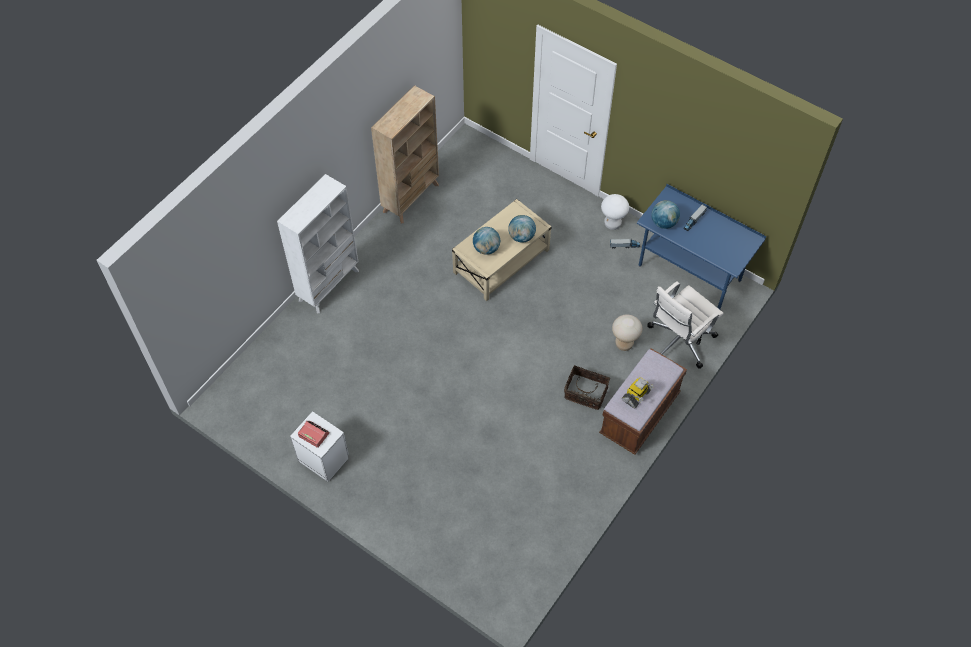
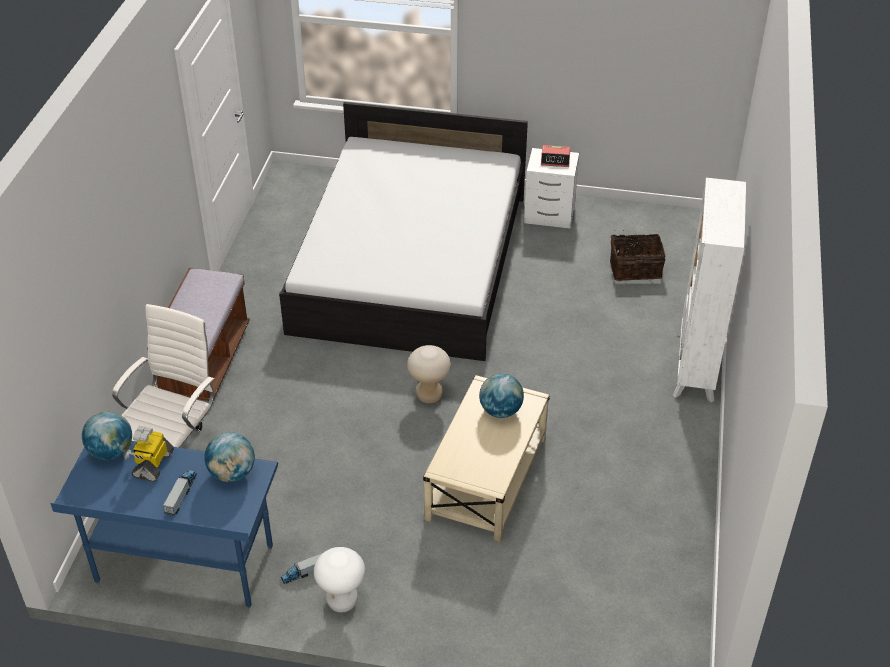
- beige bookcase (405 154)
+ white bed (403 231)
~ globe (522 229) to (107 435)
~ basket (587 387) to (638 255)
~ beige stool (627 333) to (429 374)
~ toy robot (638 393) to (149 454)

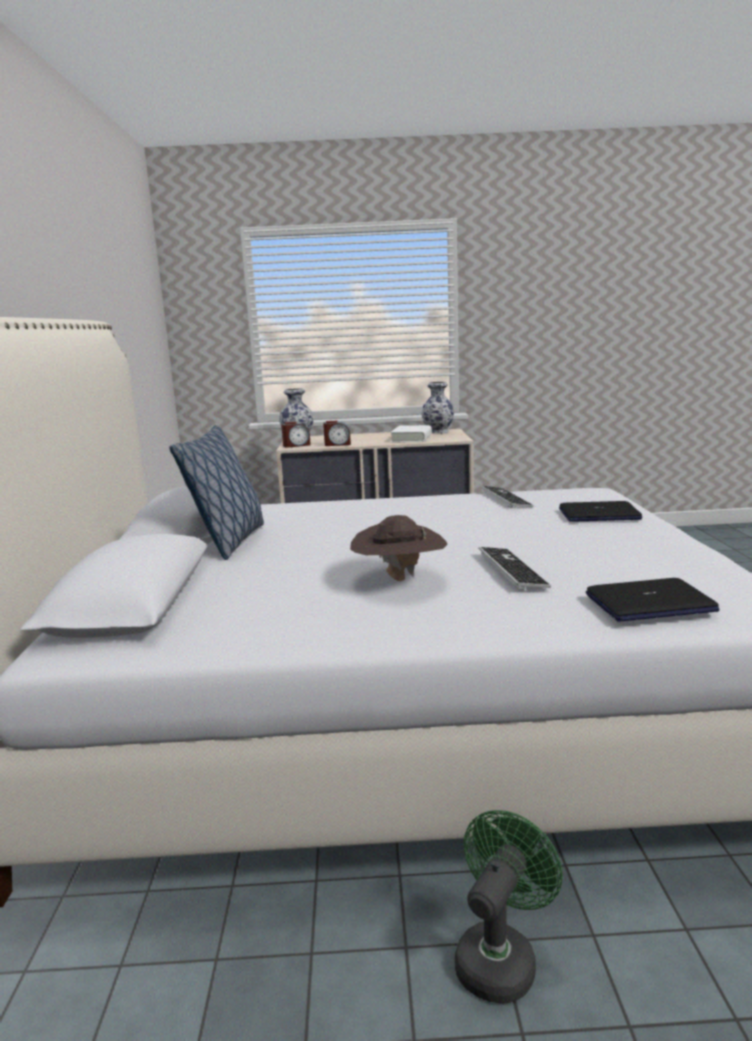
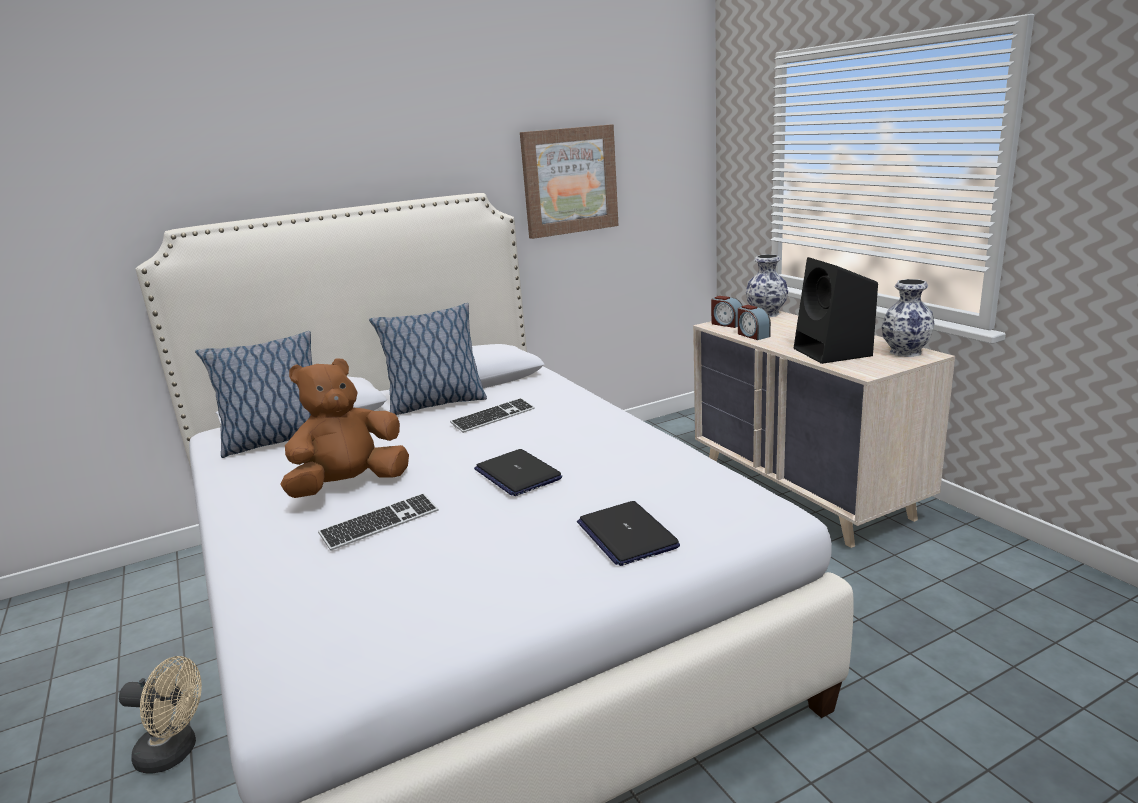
+ pillow (253 394)
+ picture (569 181)
~ keyboard (507 497) to (492 415)
~ laptop (653 600) to (518 472)
~ brown hat (399 548) to brown plush toy (344 428)
~ white book (411 433) to black speaker (836 310)
~ green fan (509 907) to beige fan (160 715)

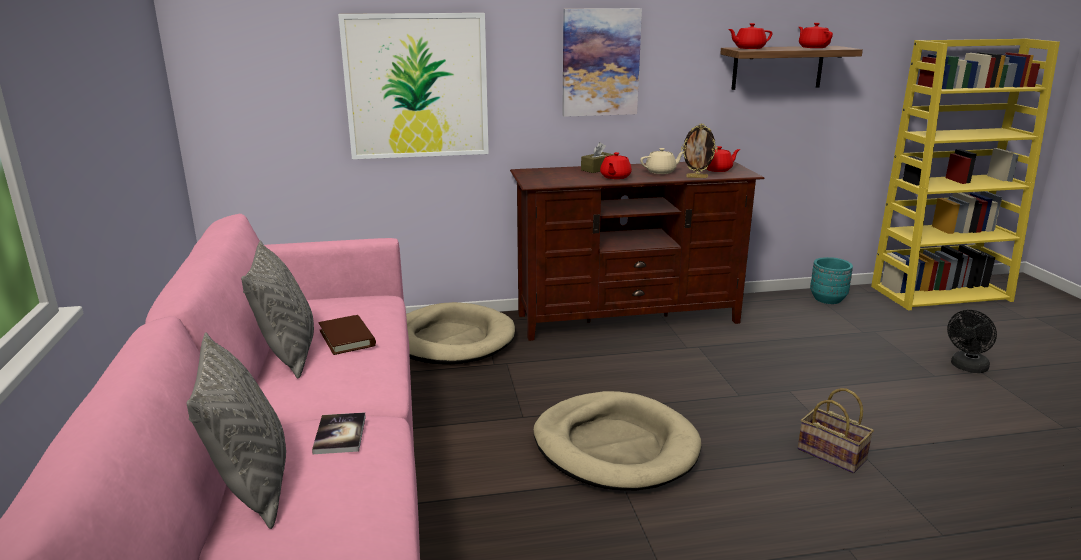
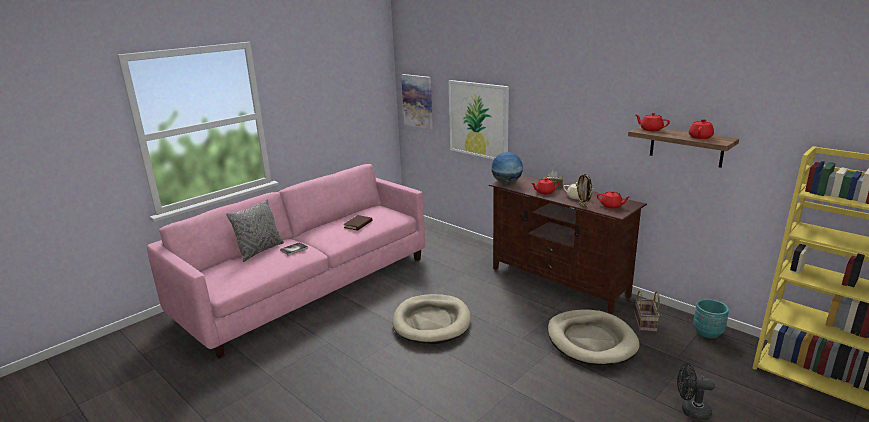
- grey pillow (277 309)
+ globe (507 168)
~ beige dog bed (460 333) to (594 337)
~ picture (602 62) to (417 101)
~ basket (836 430) to (647 311)

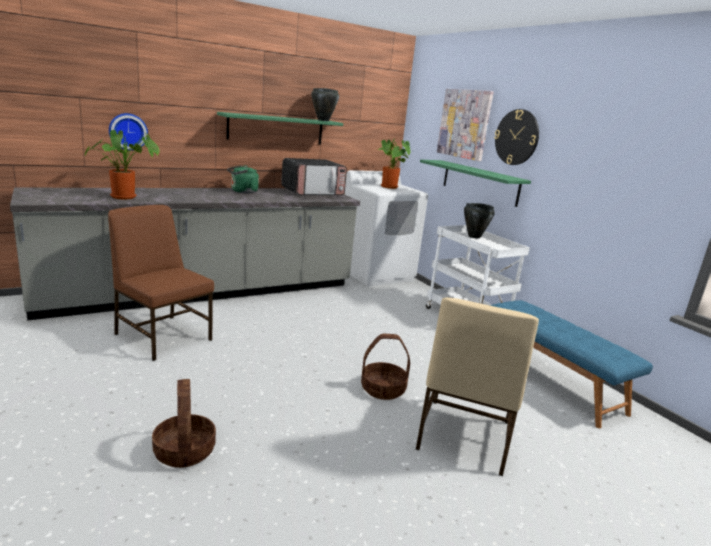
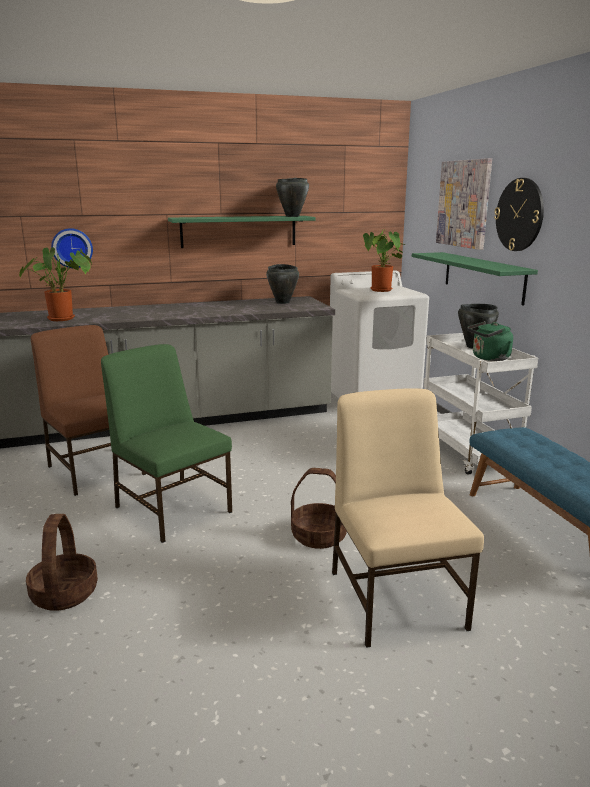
+ green chair (166 443)
~ green kettle (243 179) to (490 341)
~ microwave (314 176) to black cooking pot (282 284)
~ beige chair (477 387) = (408 518) 135 degrees clockwise

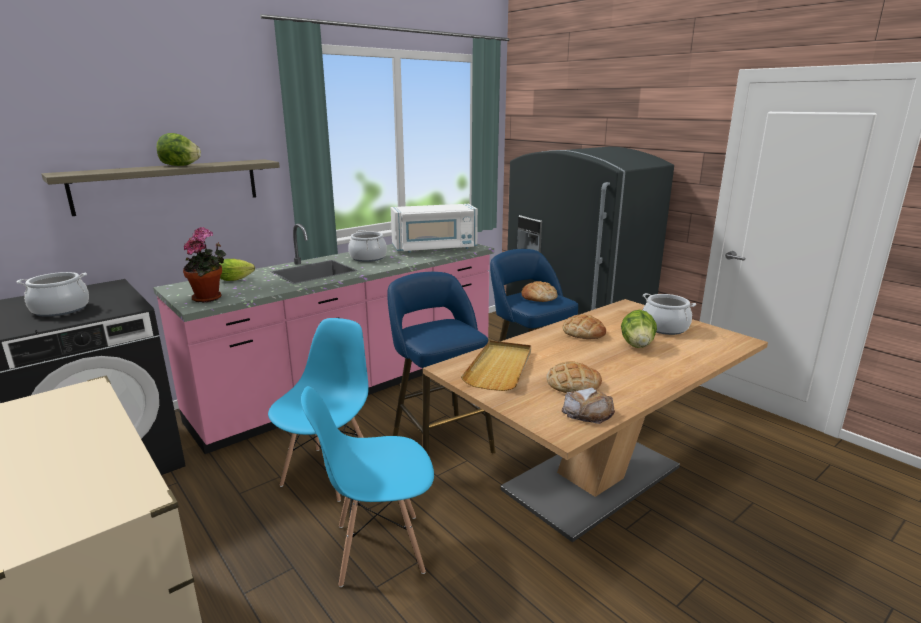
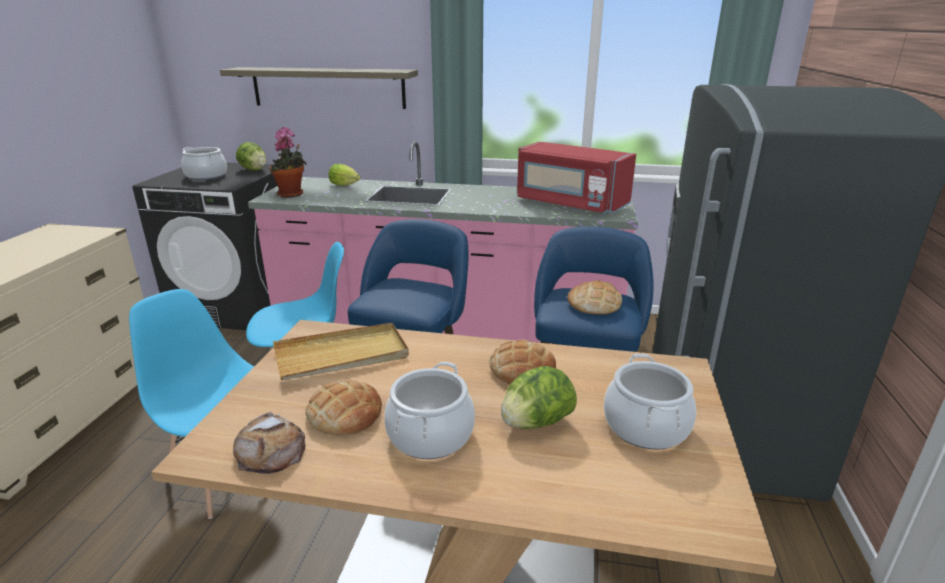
~ lettuce (179 149) to (251 156)
~ cooking pot (367 246) to (429 410)
~ white microwave (434 228) to red microwave (576 178)

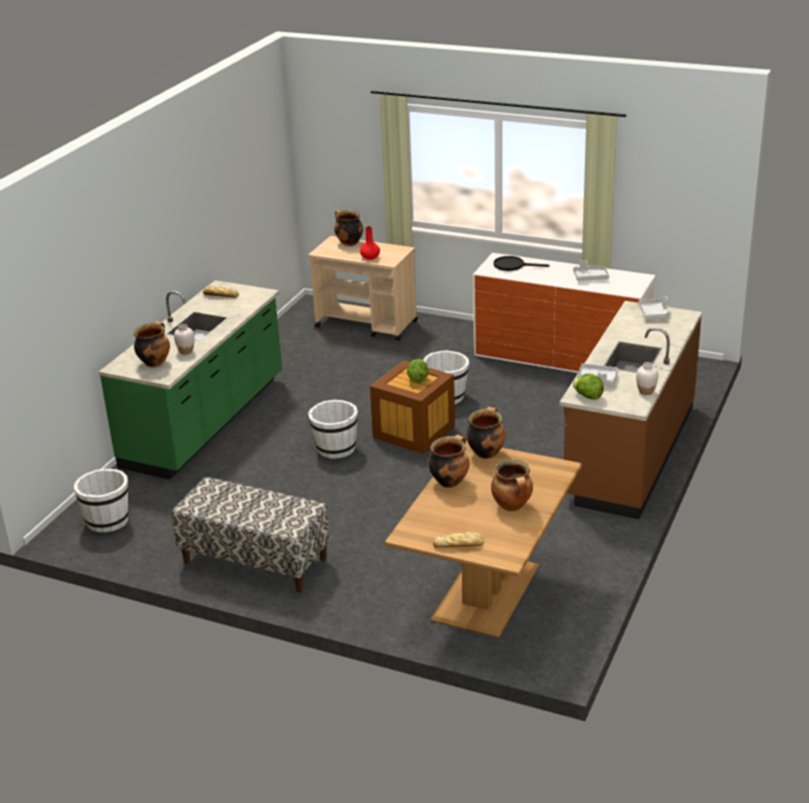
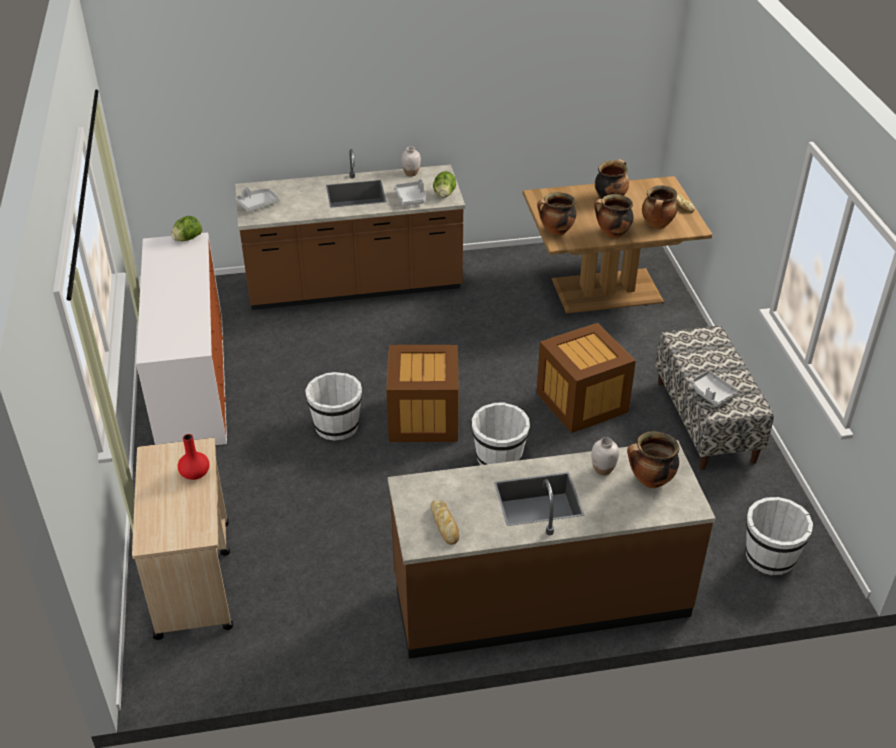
- black frying pan (522 263)
+ crate (586 378)
~ cooking pot (348 228) to (659 207)
~ lettuce (418 371) to (186 228)
~ grey tray (591 271) to (715 388)
~ green counter (190 380) to brown counter (552 549)

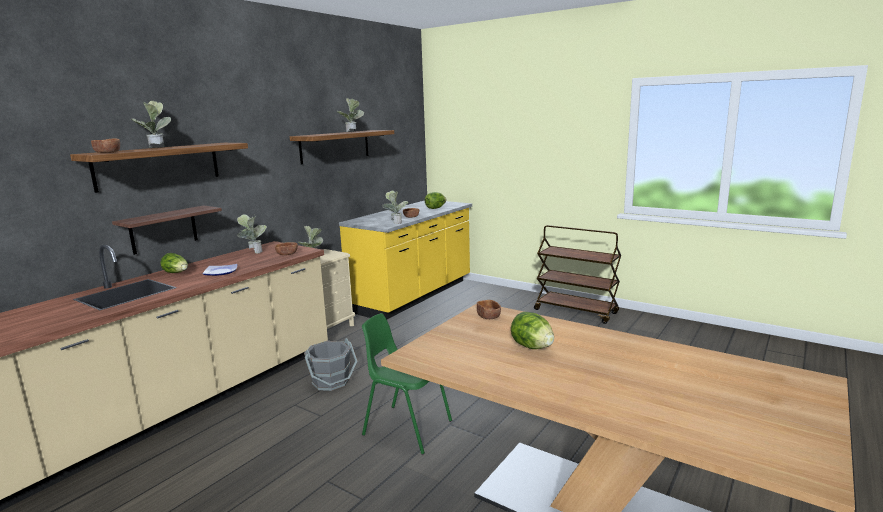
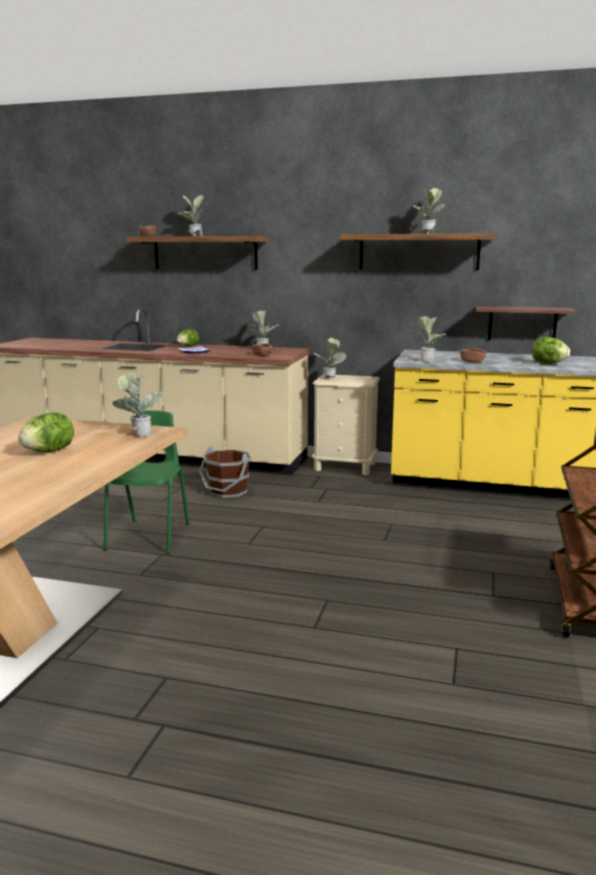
~ shelf (167 230) to (526 323)
~ brown bowl (489 309) to potted plant (137 404)
~ grey bucket (331 364) to brown bucket (225 472)

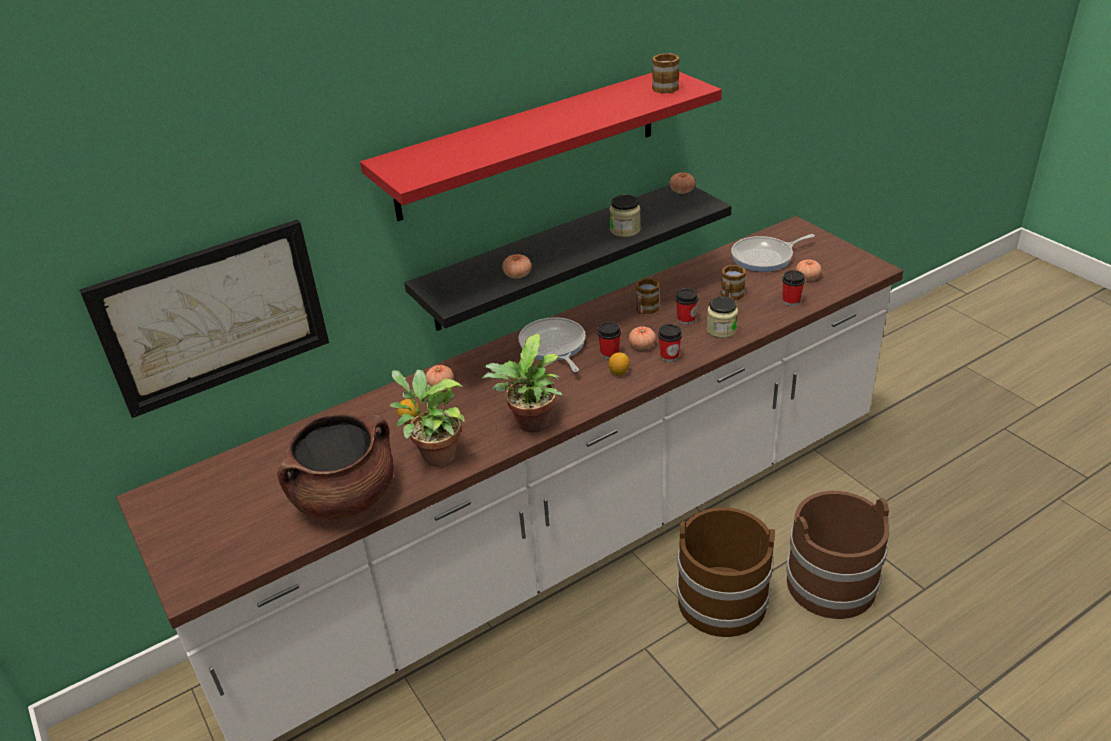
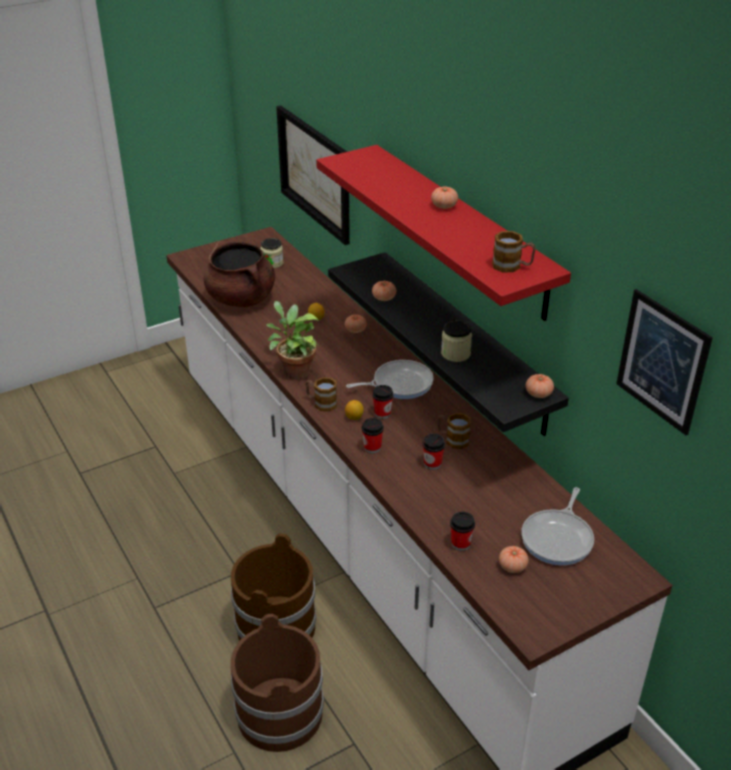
- potted plant (427 417)
+ picture (664 362)
~ tomato (642 338) to (444 198)
~ jar (722 317) to (272 253)
~ mug (733 282) to (321 394)
~ frying pan (773 253) = (557 526) 135 degrees counterclockwise

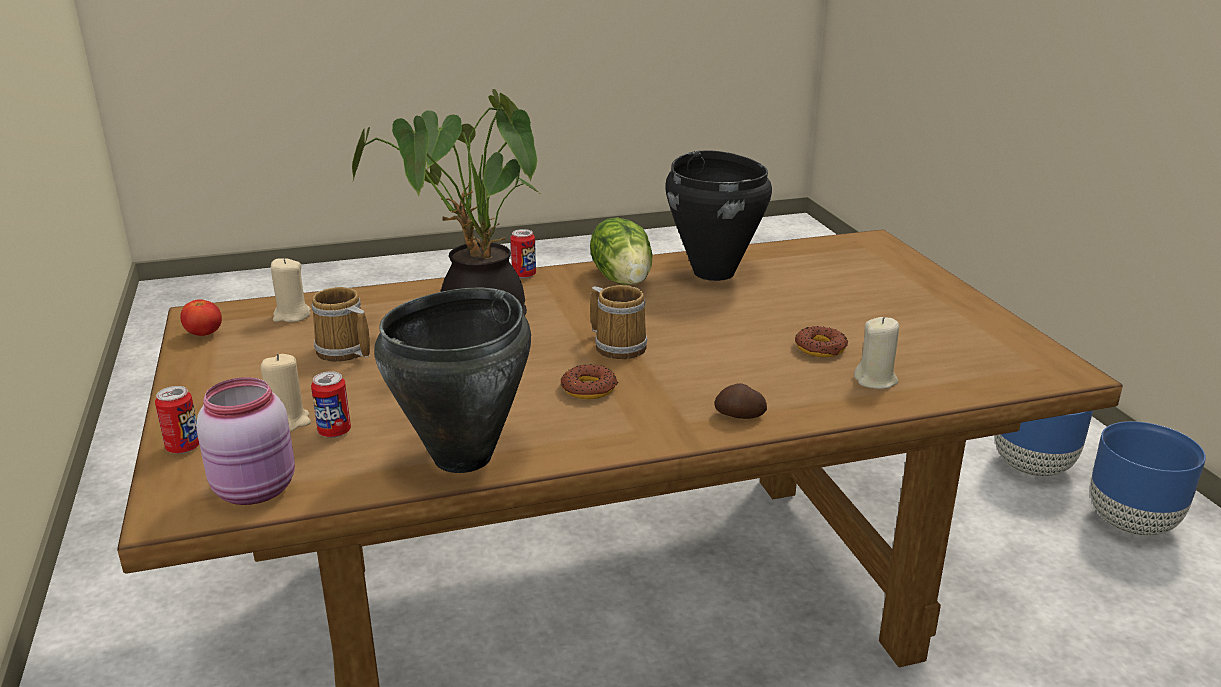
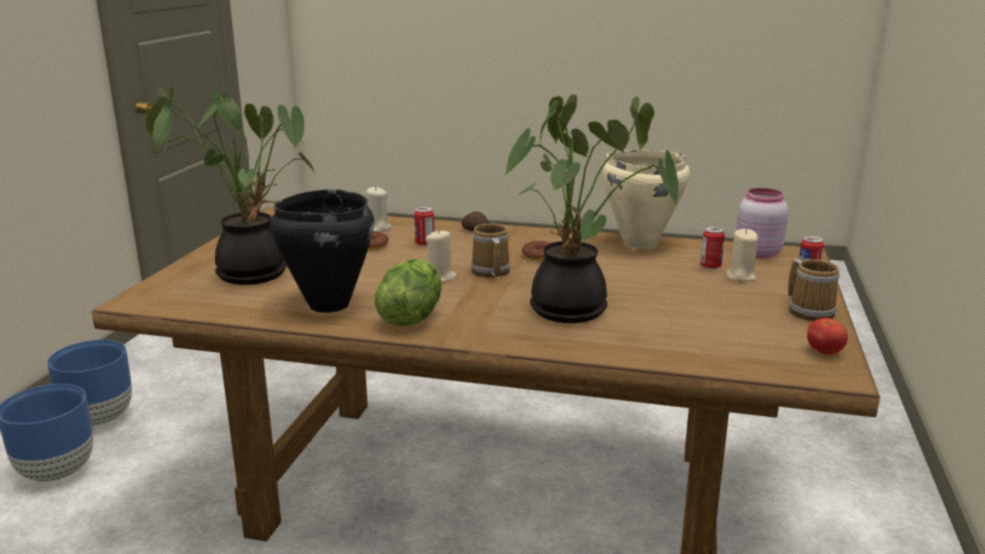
+ potted plant (229 185)
~ beige candle (291 290) to (441 255)
~ mug (340 324) to (814 290)
~ can (523 254) to (424 226)
~ black cooking pot (452 380) to beige cooking pot (645 199)

